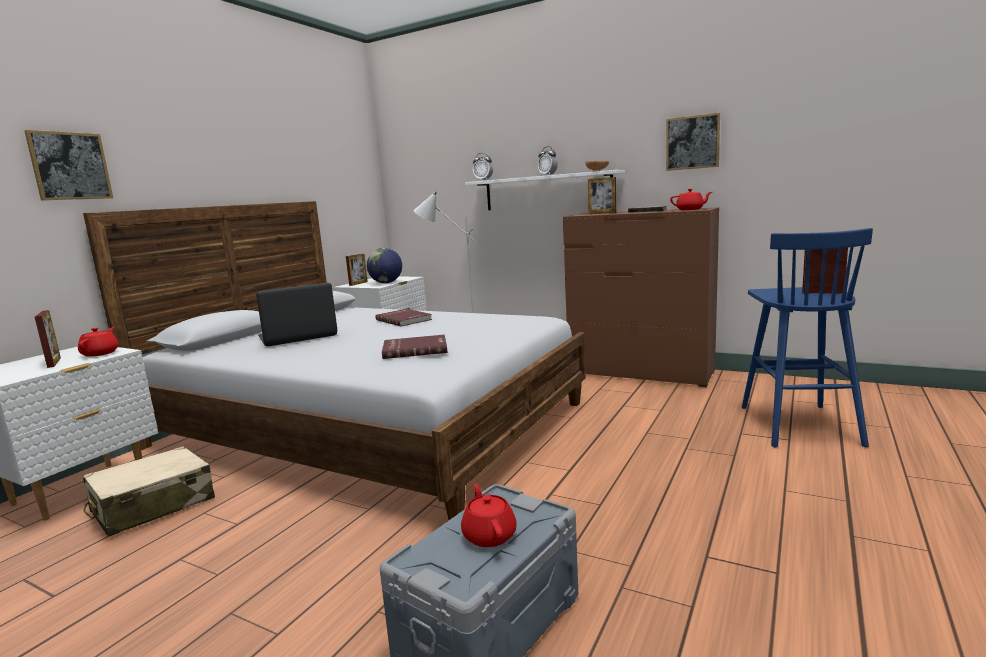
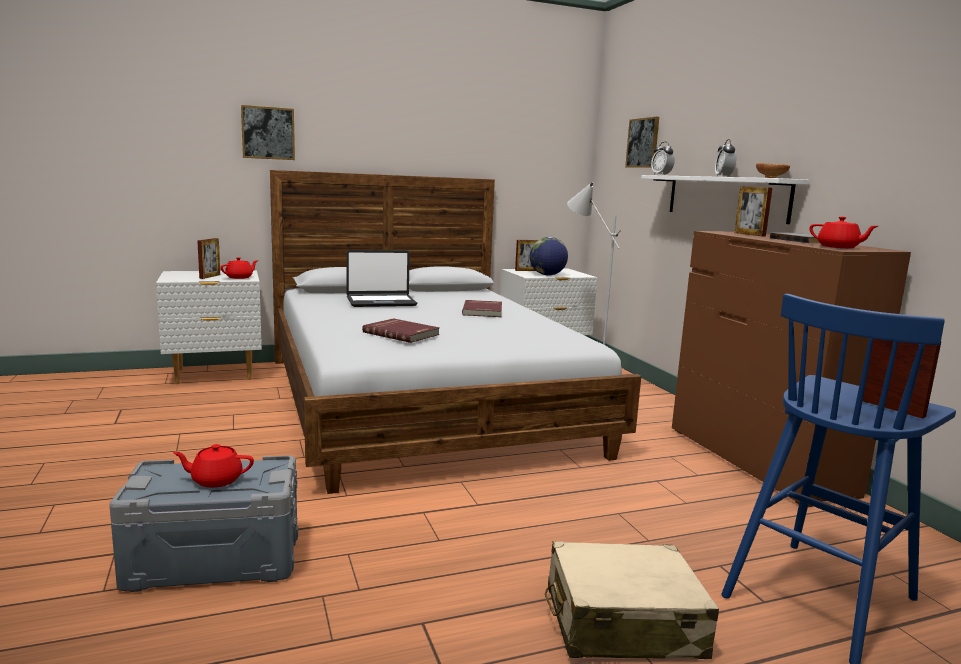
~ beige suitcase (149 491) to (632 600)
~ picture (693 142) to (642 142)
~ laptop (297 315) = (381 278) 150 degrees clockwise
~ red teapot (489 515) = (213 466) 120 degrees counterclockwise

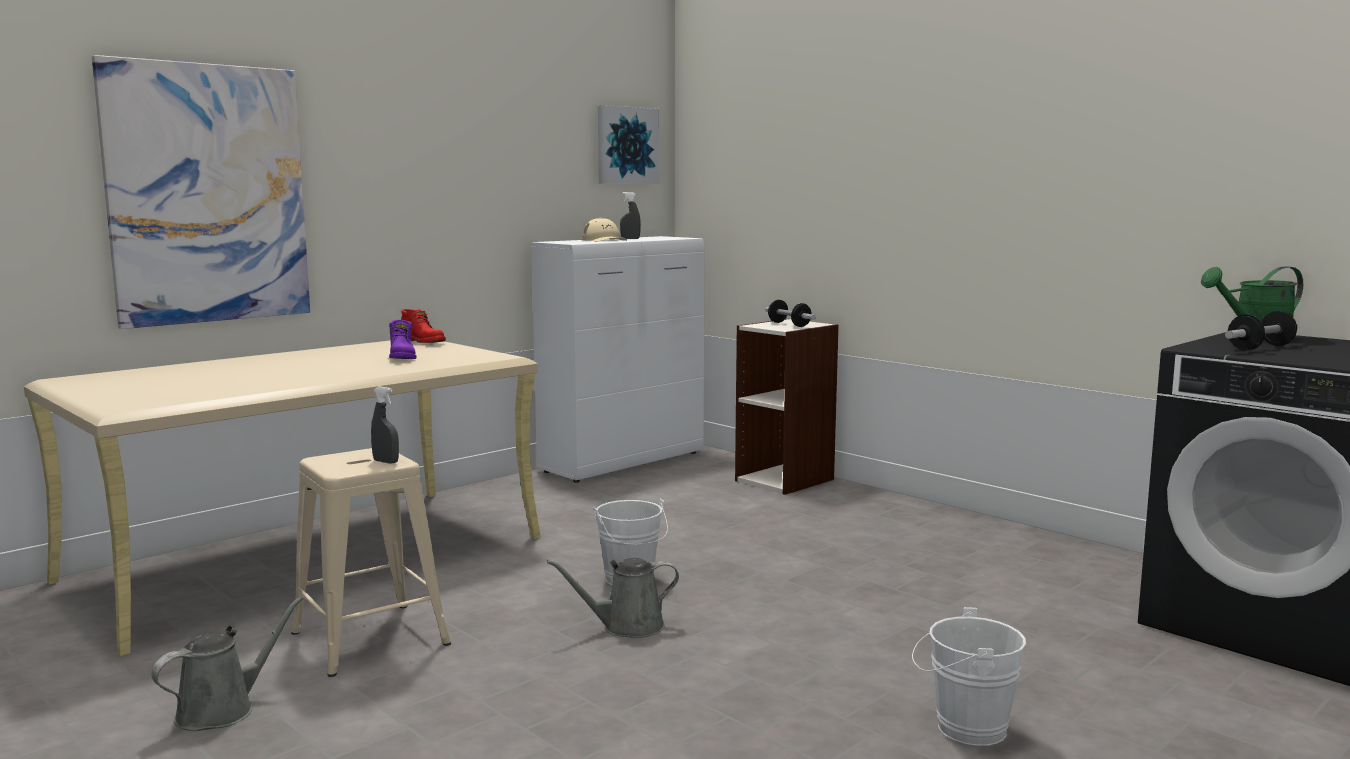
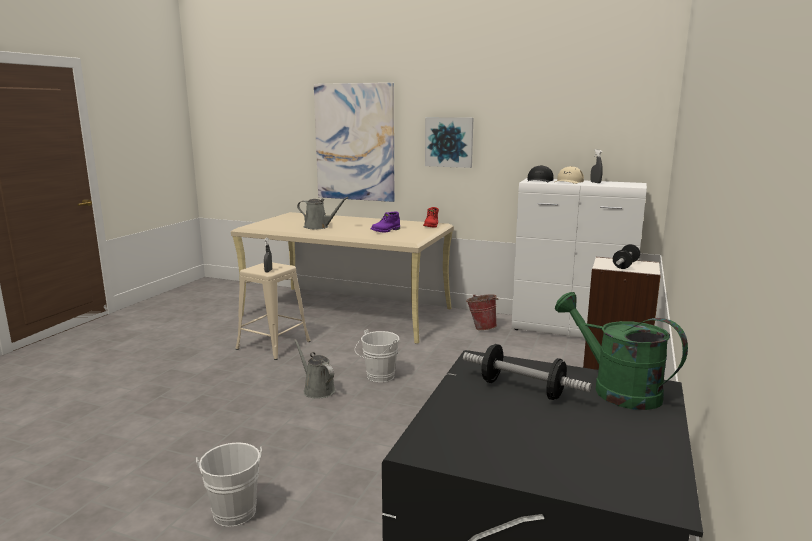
+ bucket (482 312)
+ black cap (540 173)
~ grey watering can (227 663) to (322 213)
~ picture (628 144) to (449 142)

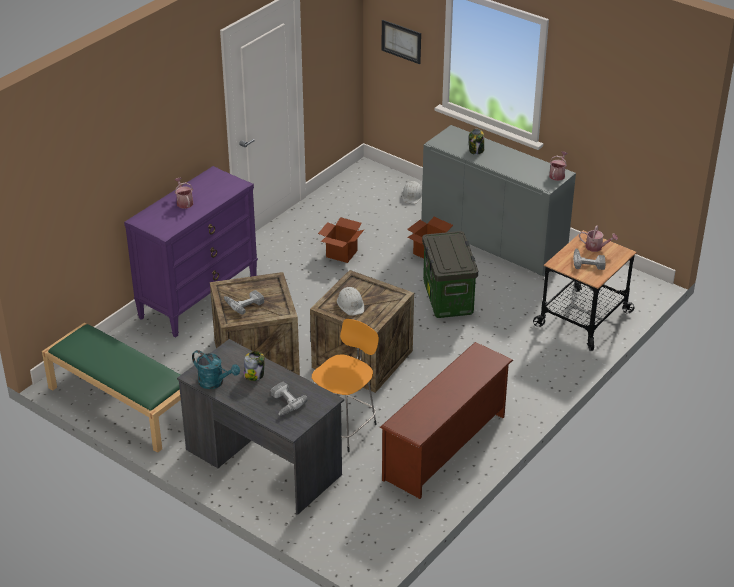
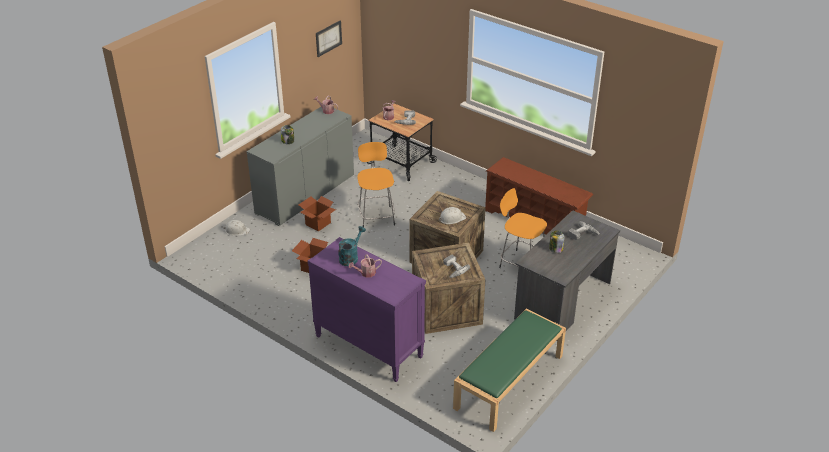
~ turquoise watering can (216 369) to (352 246)
~ picture (401 42) to (329 38)
~ storage box (450 274) to orange stool (376 184)

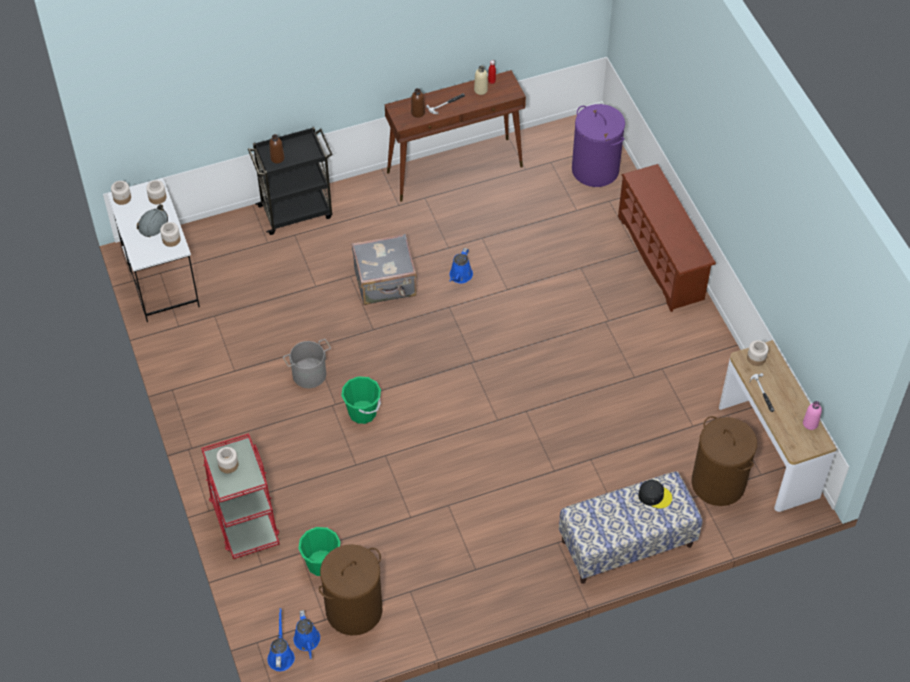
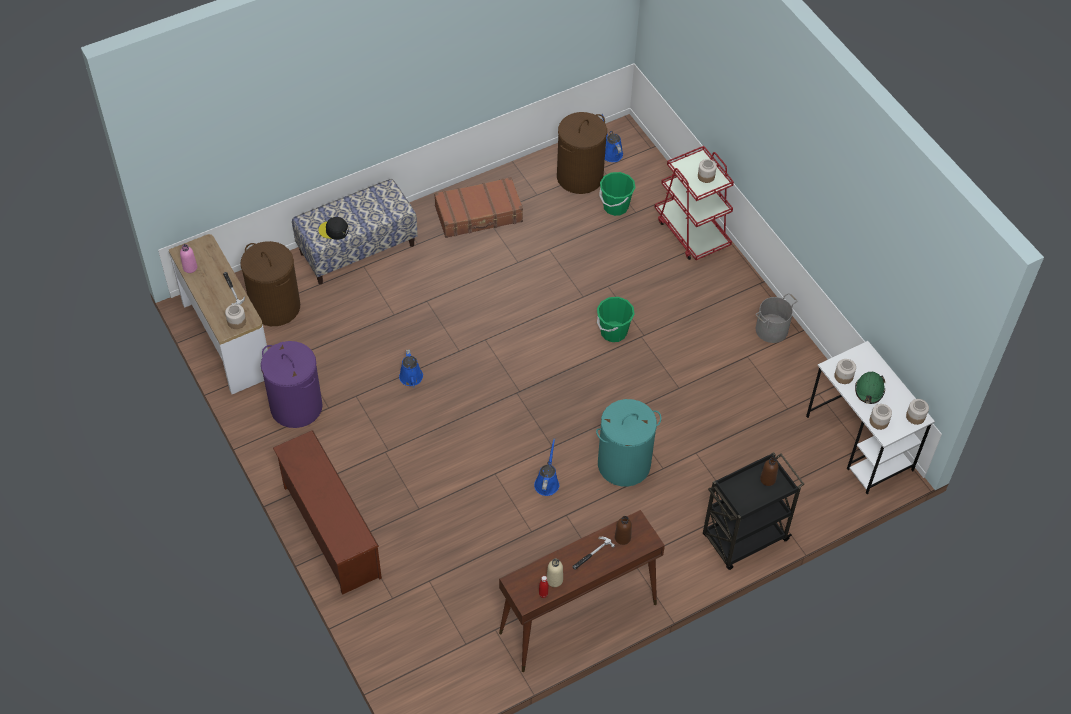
+ brown suitcase (478 207)
~ blue watering can (281 639) to (411 368)
~ grey bucket (307 363) to (777 318)
~ purple laundry basket (598 145) to (292 384)
~ grey suitcase (384 269) to turquoise laundry basket (628 443)
~ grey hard hat (152 220) to green hard hat (870 388)

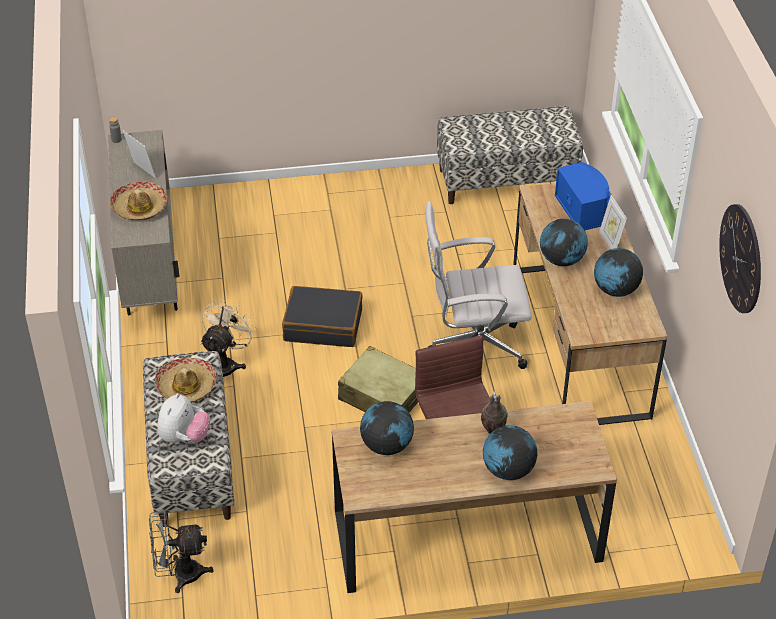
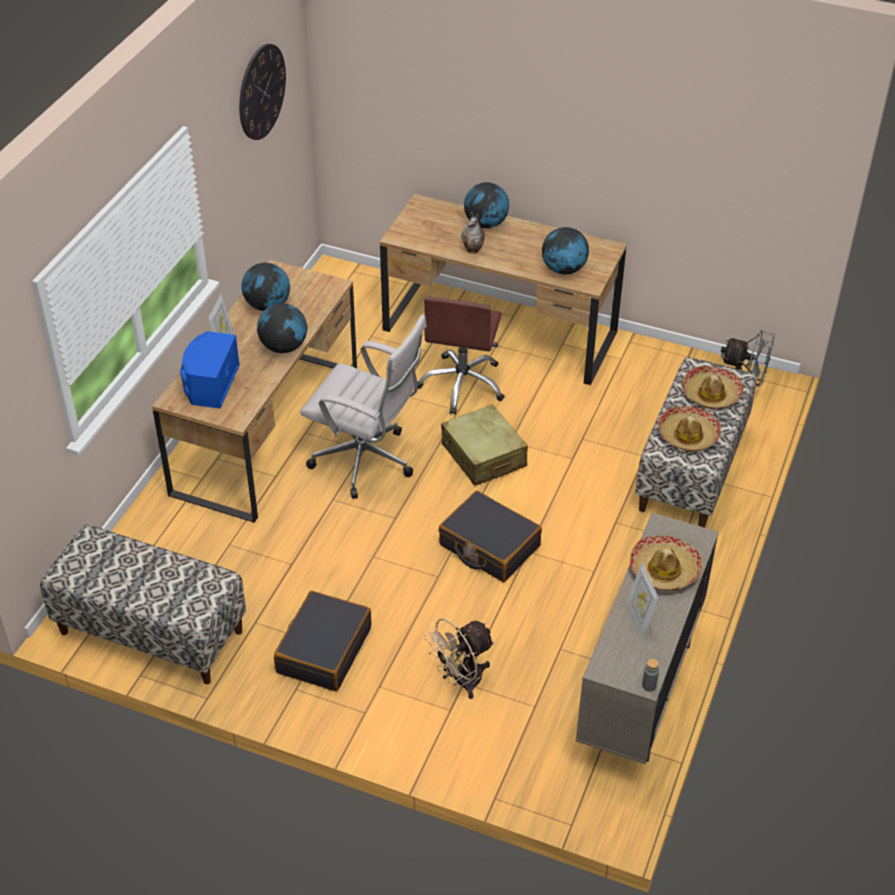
+ black suitcase (323 641)
~ beige fan (228 337) to (459 658)
~ plush toy (183 418) to hat (713 387)

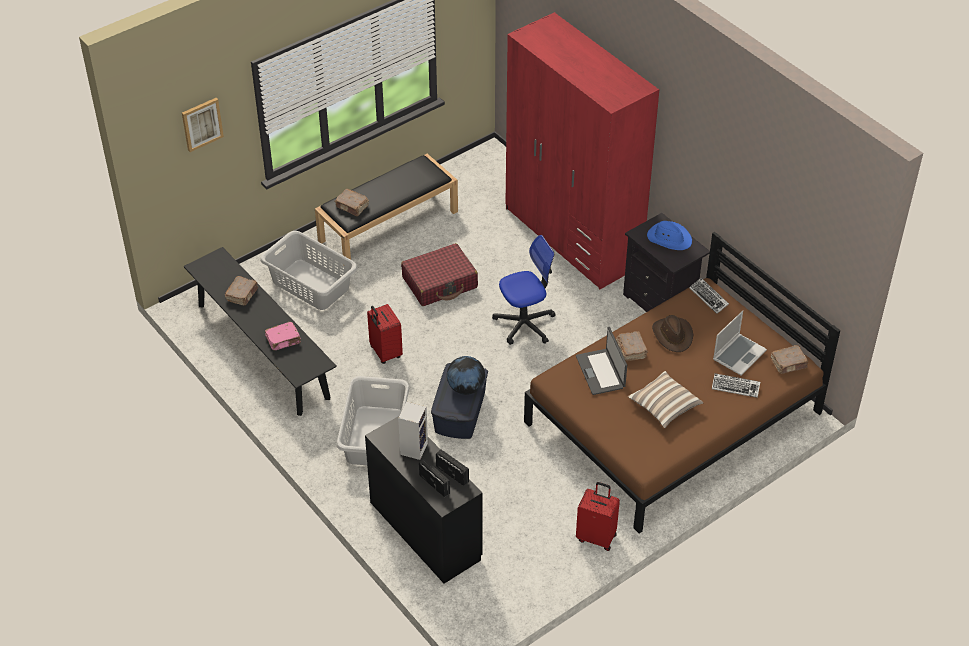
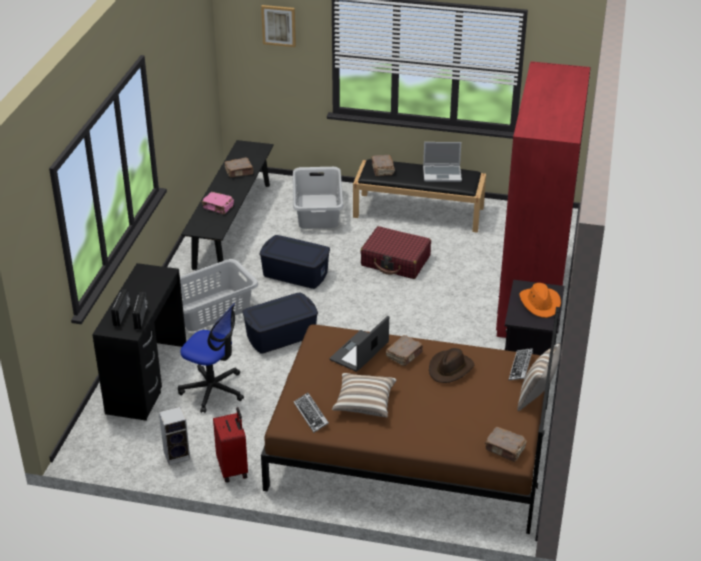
- globe (466 375)
+ pillow (539 377)
~ speaker (413 430) to (174 436)
~ office chair (524 290) to (211 358)
~ keyboard (736 385) to (311 413)
~ laptop (740 342) to (442 162)
~ red suitcase (385 334) to blue storage box (295 262)
~ blue hat (669 235) to orange hat (540 300)

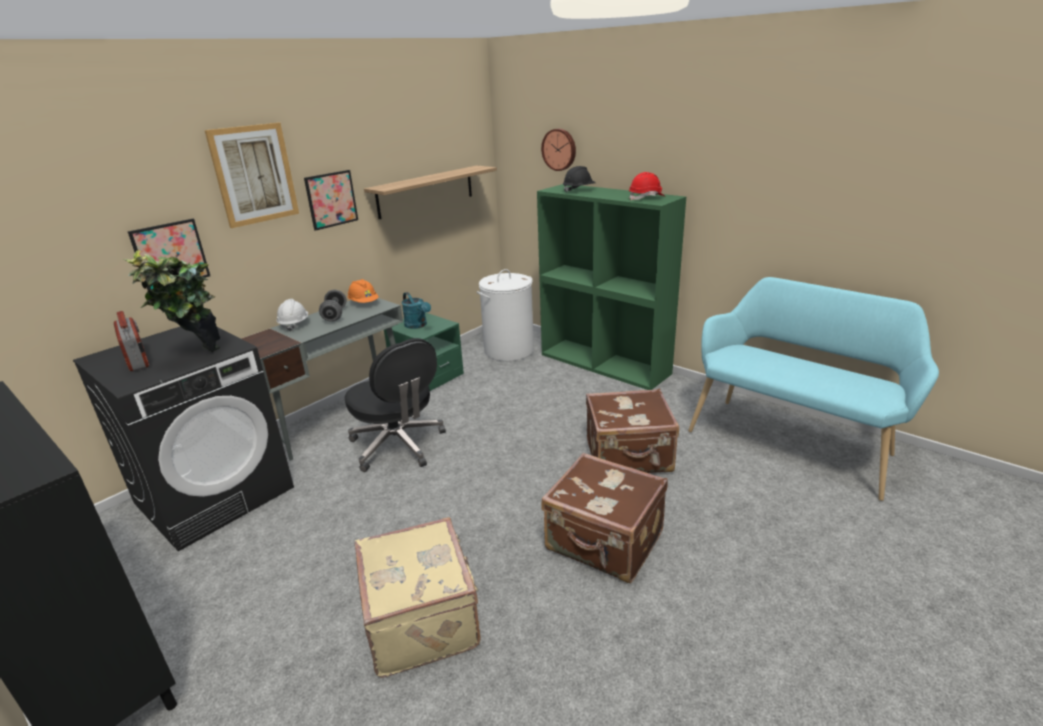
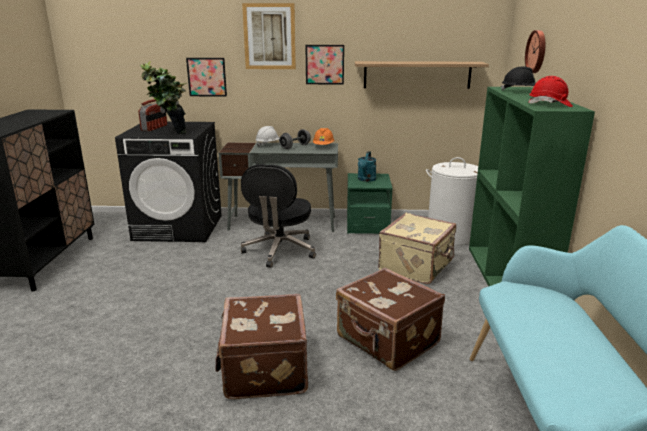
~ beige suitcase (418 597) to (417 248)

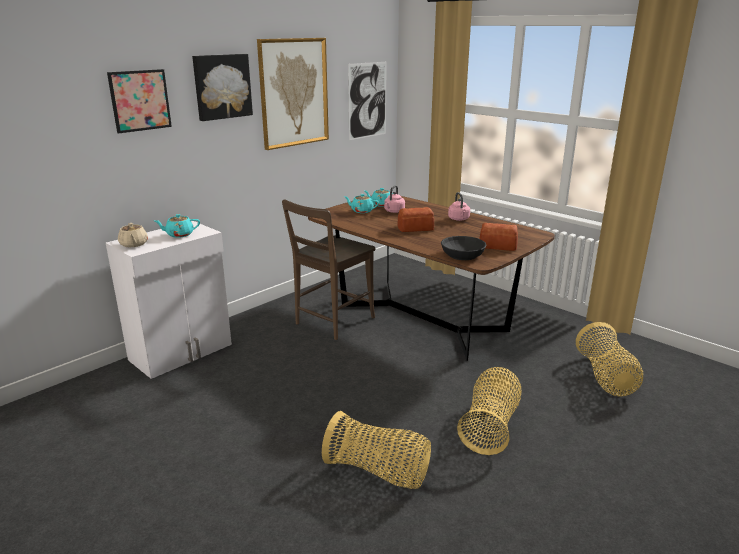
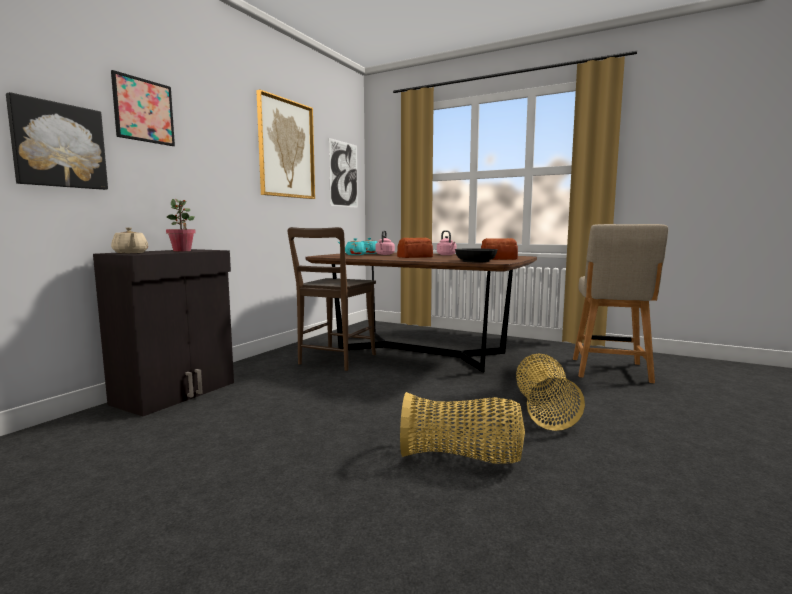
~ picture (222 87) to (57 141)
~ turquoise teapot (177 226) to potted plant (181 225)
~ basket (609 359) to beige chair (620 303)
~ white cabinet (169 300) to black cabinet (163 332)

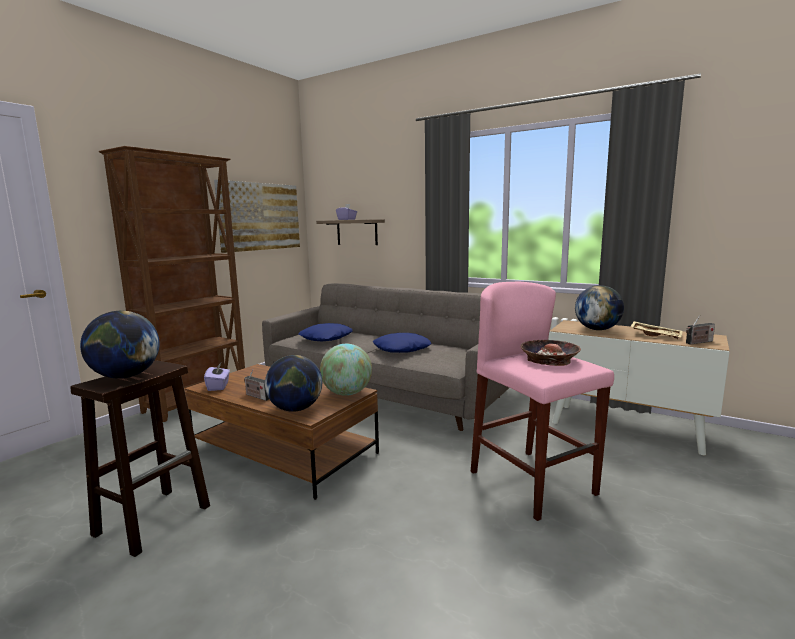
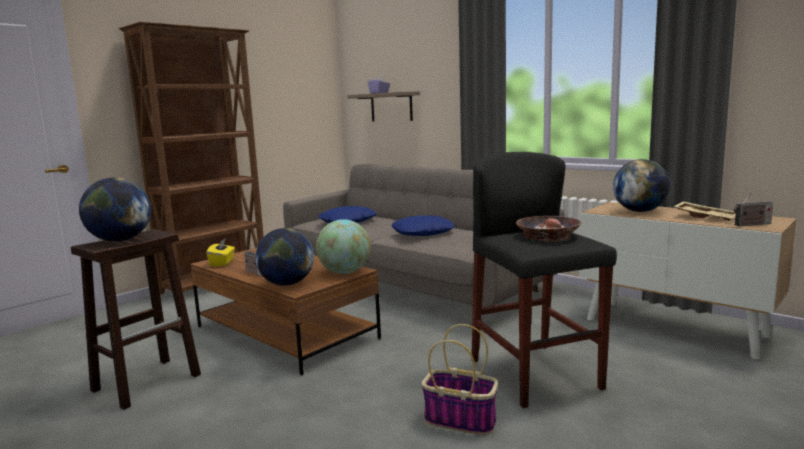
- picture (257 216)
+ basket (459 379)
~ purple tissue box (217 377) to yellow tissue box (220 252)
~ pink stool (542 401) to black stool (544 280)

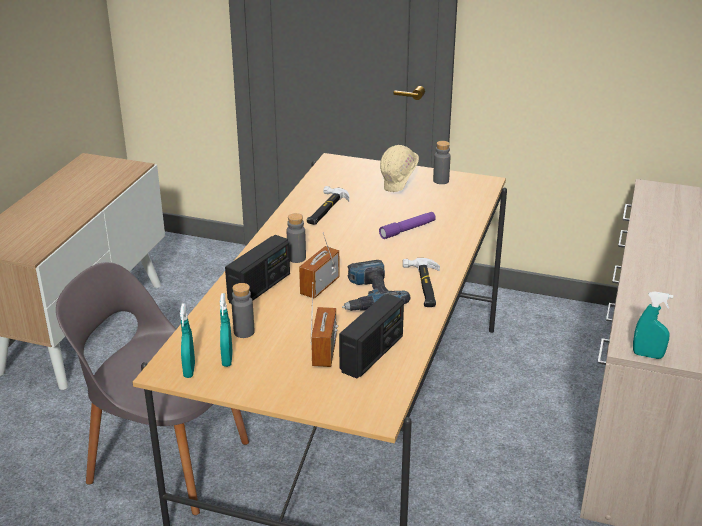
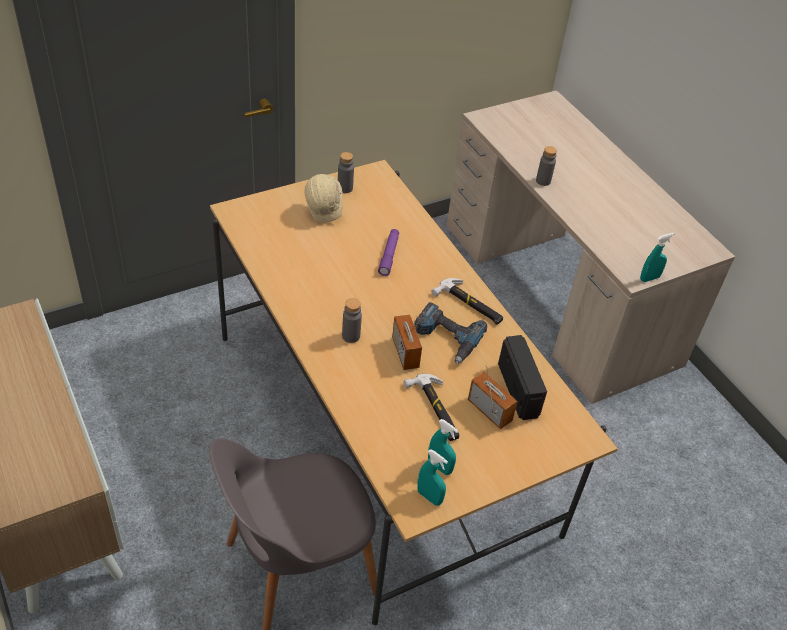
- radio (257 269)
~ grey bottle (242 310) to (546 166)
~ hammer (328 205) to (432 407)

